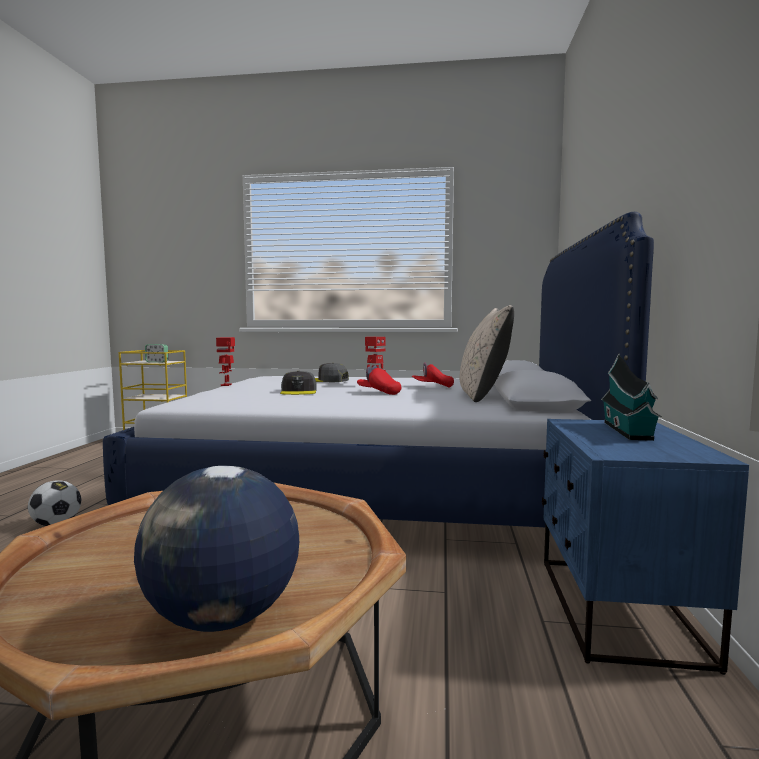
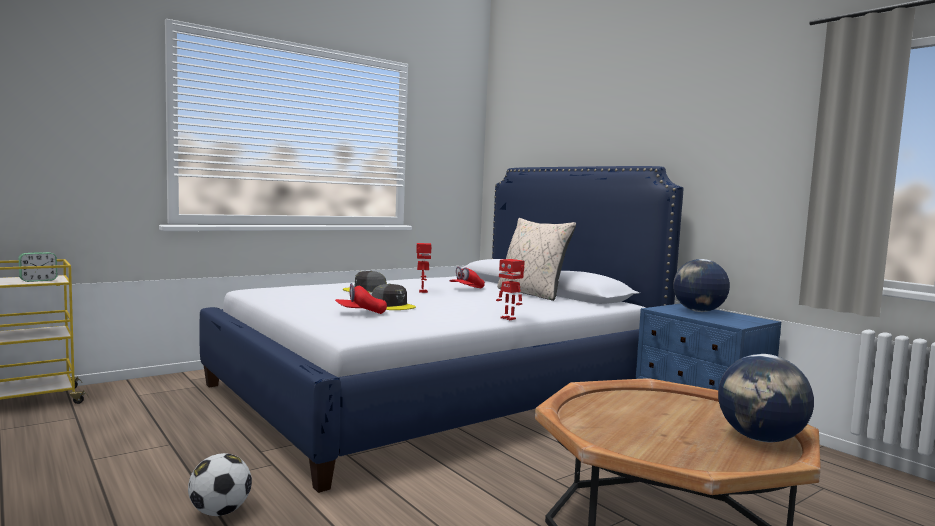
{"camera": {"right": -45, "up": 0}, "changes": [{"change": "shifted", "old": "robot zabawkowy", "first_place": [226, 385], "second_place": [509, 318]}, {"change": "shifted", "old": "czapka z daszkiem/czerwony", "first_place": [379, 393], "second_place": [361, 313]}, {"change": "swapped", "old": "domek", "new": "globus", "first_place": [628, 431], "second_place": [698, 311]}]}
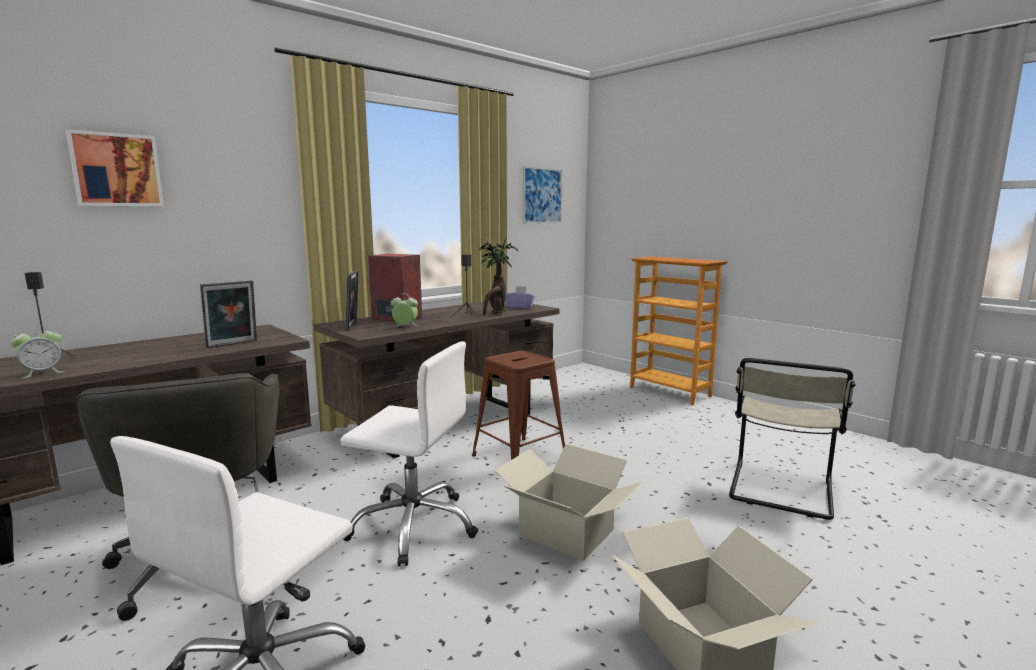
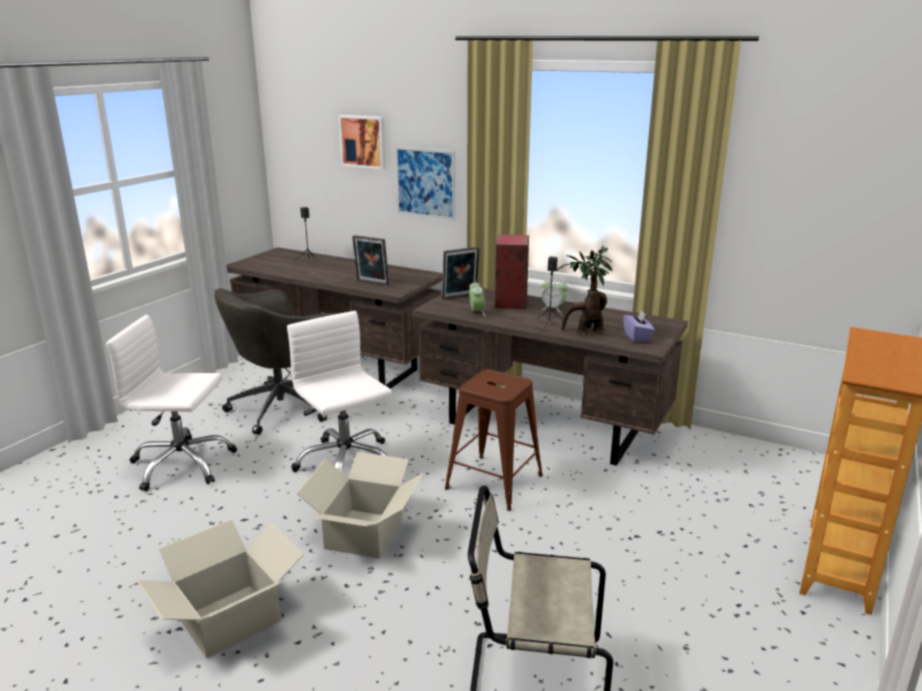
{"camera": {"right": 70, "up": 10}, "changes": [{"change": "shifted", "old": "budzik", "first_place": [42, 373], "second_place": [553, 309]}, {"change": "rotated", "old": "krzesło biurowe/biały", "first_place": [414, 526], "second_place": [345, 462], "degrees": 150}, {"change": "shifted", "old": "obraz", "first_place": [542, 195], "second_place": [425, 183]}]}
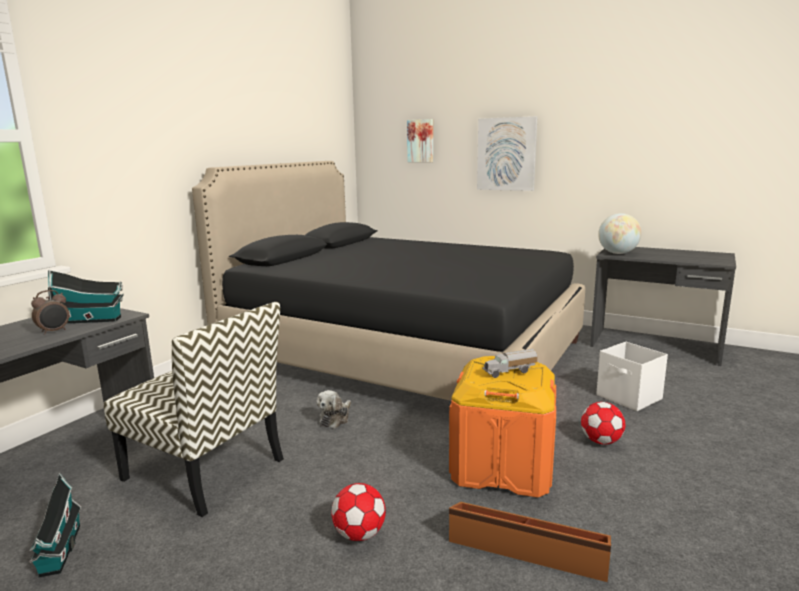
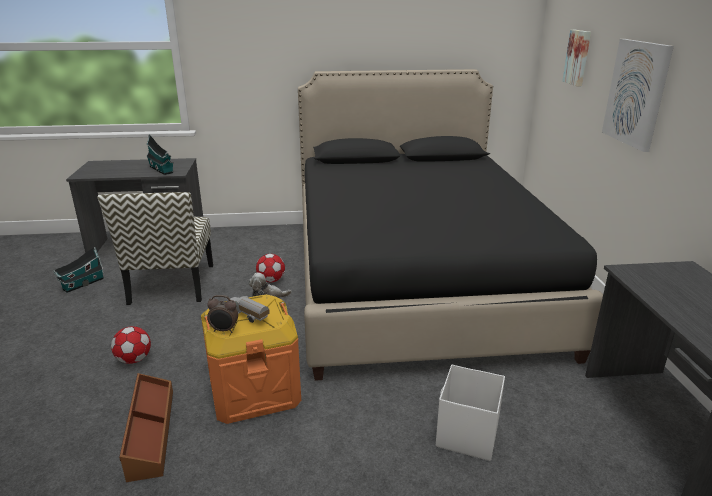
{"camera": {"right": 55, "up": 10}, "changes": [{"change": "shifted", "old": "budzik", "first_place": [54, 331], "second_place": [224, 330]}, {"change": "shifted", "old": "piłka futbolowa", "first_place": [601, 441], "second_place": [271, 280]}, {"change": "gone", "old": "globus", "first_place": [617, 253]}]}
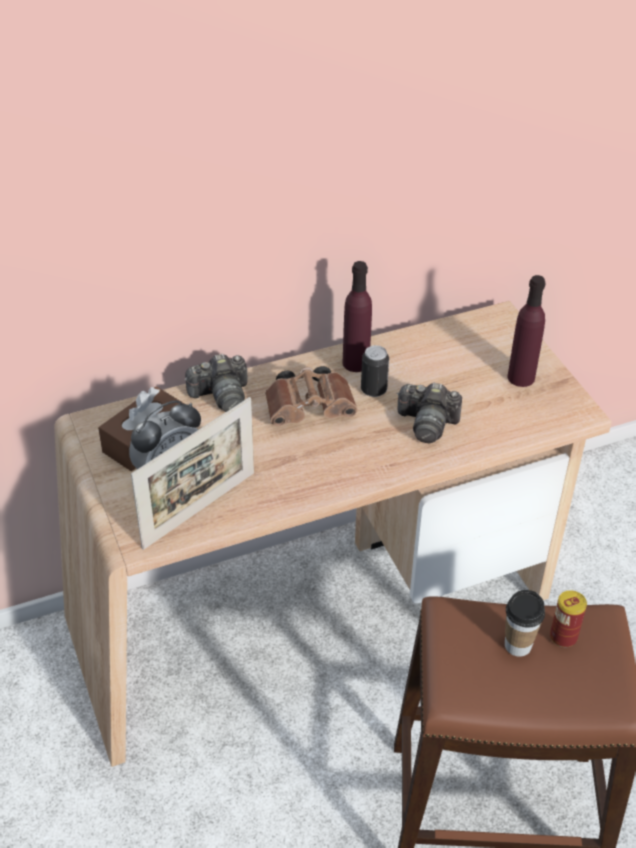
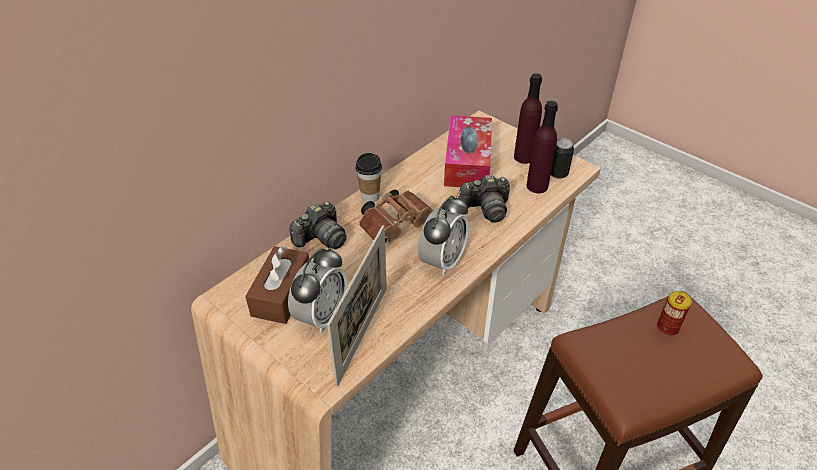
{"camera": {"right": -25, "up": 0}, "changes": [{"change": "shifted", "old": "butelka/fioletowy", "first_place": [355, 363], "second_place": [537, 186]}, {"change": "shifted", "old": "puszka", "first_place": [373, 390], "second_place": [558, 173]}, {"change": "shifted", "old": "filiżanka", "first_place": [517, 645], "second_place": [370, 197]}, {"change": "new", "new": "budzik", "second_place": [442, 261]}, {"change": "new", "new": "pudełko chusteczek", "second_place": [467, 162]}]}
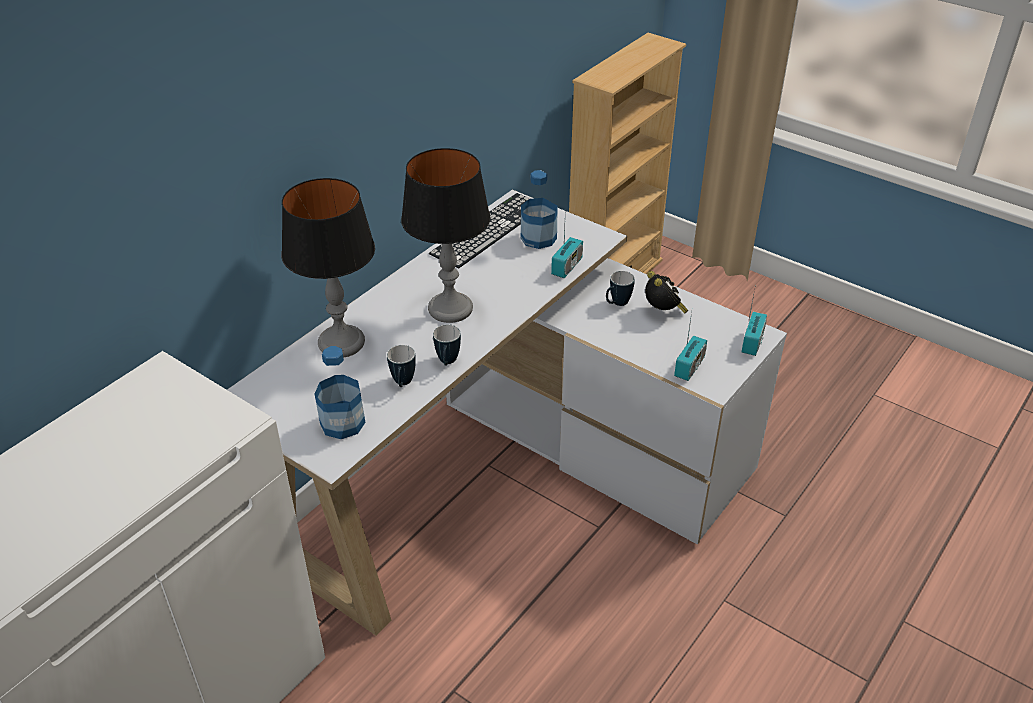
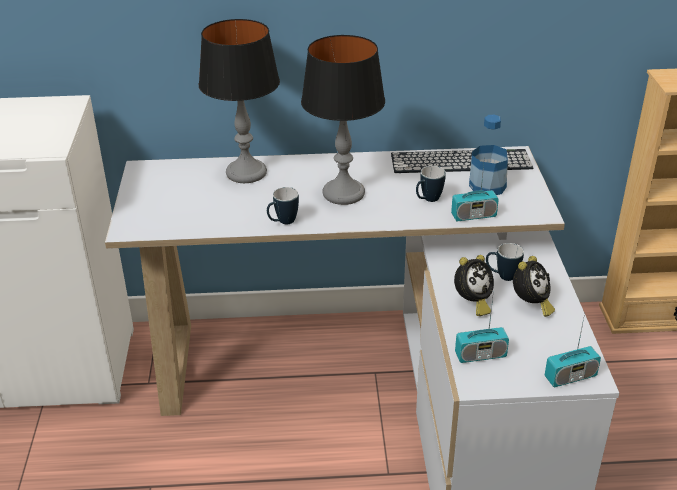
{"camera": {"right": 50, "up": -5}, "changes": [{"change": "gone", "old": "butelka", "first_place": [342, 423]}, {"change": "shifted", "old": "kubek", "first_place": [402, 384], "second_place": [428, 200]}, {"change": "new", "new": "budzik", "second_place": [472, 303]}]}
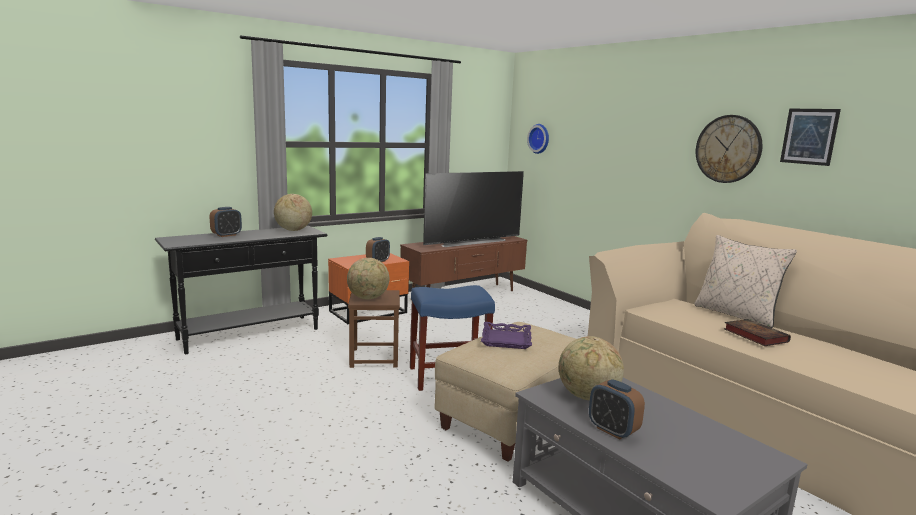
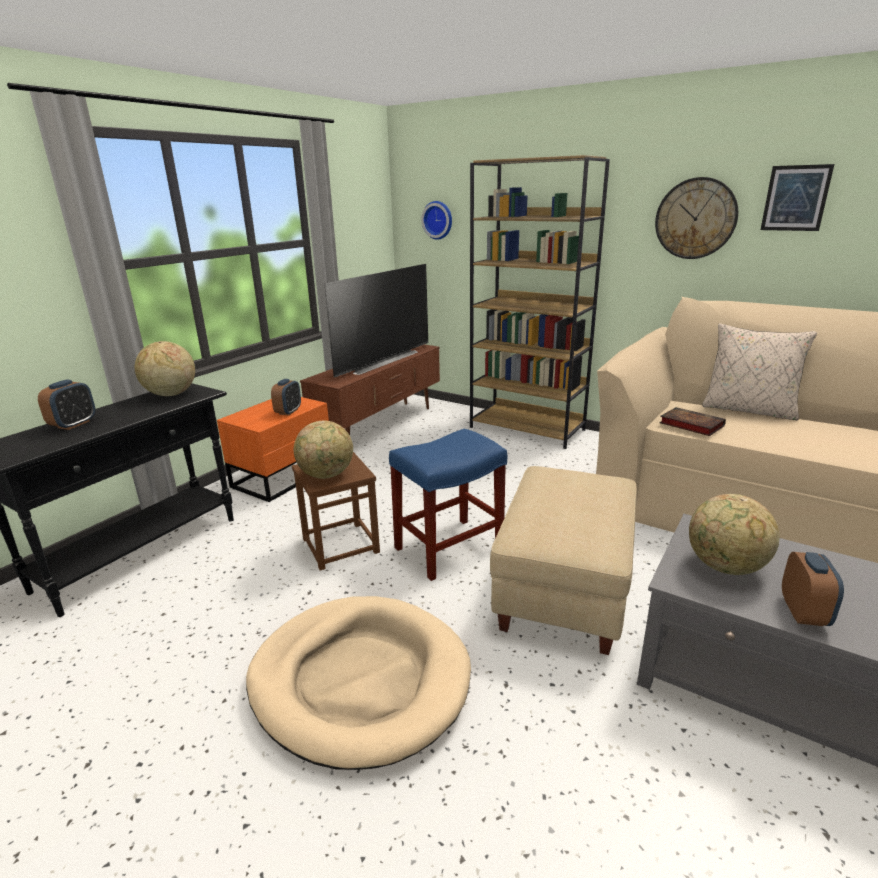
{"camera": {"right": -20, "up": 10}, "changes": [{"change": "gone", "old": "taca/fioletowy", "first_place": [506, 339]}, {"change": "rotated", "old": "budzik", "first_place": [613, 430], "second_place": [803, 613], "degrees": -105}, {"change": "shifted", "old": "książka", "first_place": [753, 335], "second_place": [689, 424]}, {"change": "new", "new": "legowisko/beżowy", "second_place": [360, 681]}, {"change": "new", "new": "regał/brązowy", "second_place": [527, 428]}]}
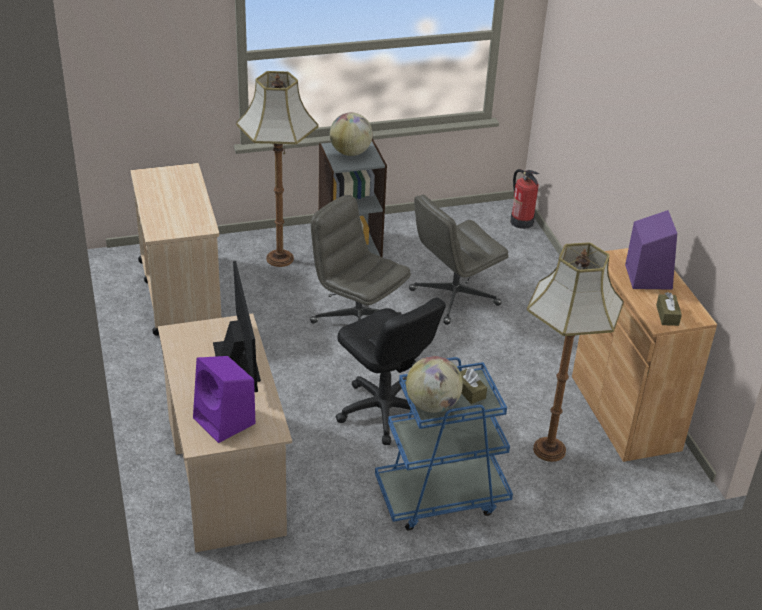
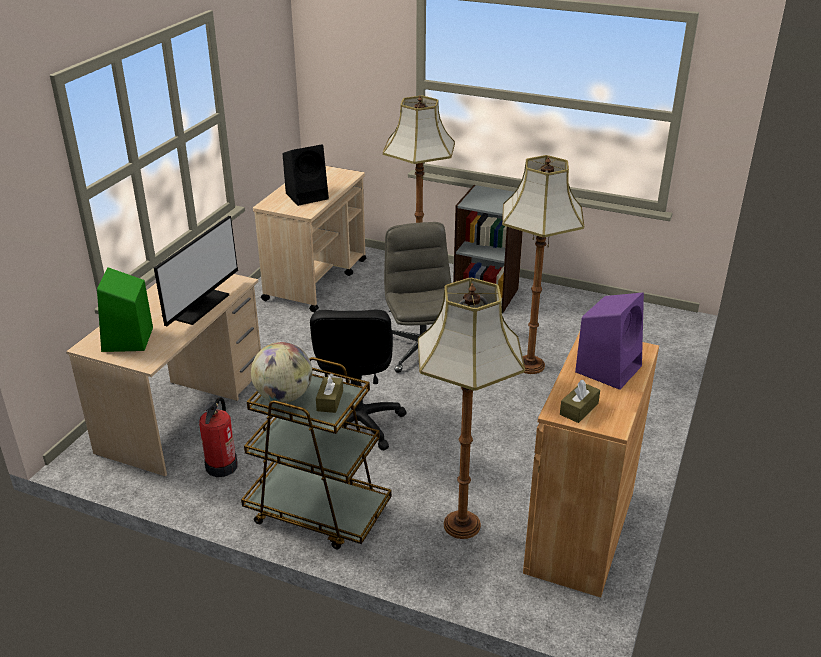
{"camera": {"right": 40, "up": -5}, "changes": [{"change": "repainted", "old": "głośnik/fioletowy", "new": "głośnik/zielony", "first_place": [225, 421], "second_place": [128, 340]}, {"change": "gone", "old": "globus", "first_place": [350, 152]}, {"change": "repainted", "old": "wózek/niebieski", "new": "wózek/brązowy", "first_place": [441, 496], "second_place": [317, 512]}, {"change": "swapped", "old": "krzesło biurowe/szary", "new": "lampa stojąca", "first_place": [453, 298], "second_place": [528, 365]}, {"change": "shifted", "old": "gaśnica", "first_place": [521, 221], "second_place": [222, 465]}, {"change": "new", "new": "głośnik/czarny", "second_place": [308, 196]}]}
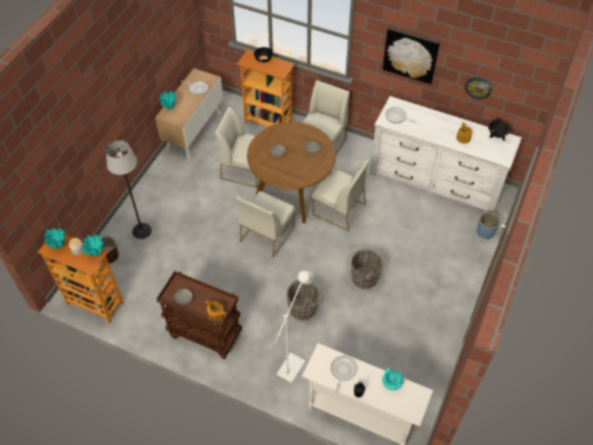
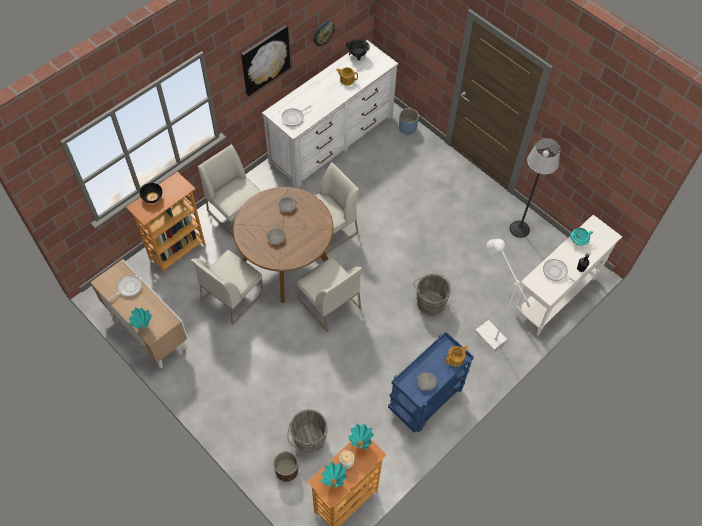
{"camera": {"right": -70, "up": 5}, "changes": [{"change": "shifted", "old": "lampa stojąca", "first_place": [141, 230], "second_place": [519, 229]}, {"change": "repainted", "old": "wózek/brązowy", "new": "wózek/niebieski", "first_place": [204, 334], "second_place": [425, 400]}, {"change": "shifted", "old": "wiadro/szary", "first_place": [362, 278], "second_place": [309, 440]}]}
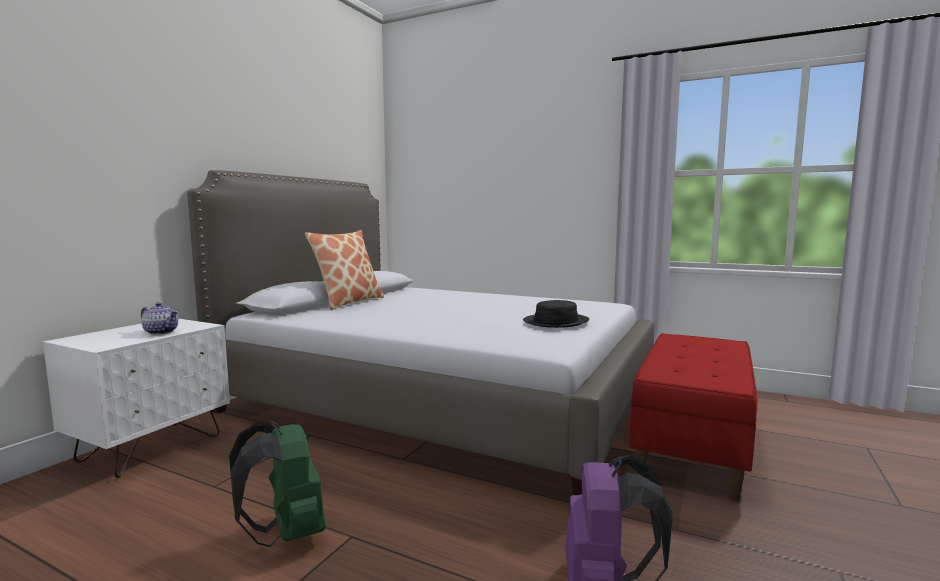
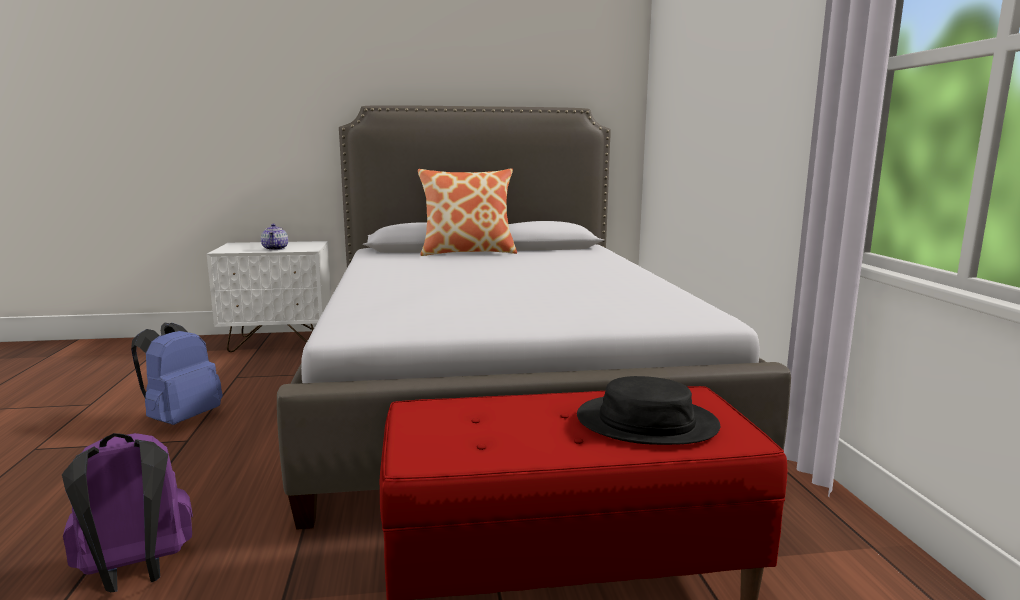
{"camera": {"right": 55, "up": 5}, "changes": [{"change": "repainted", "old": "plecak/zielony", "new": "plecak/niebieski", "first_place": [286, 533], "second_place": [181, 419]}, {"change": "shifted", "old": "kapelusz/czarny", "first_place": [555, 321], "second_place": [646, 422]}]}
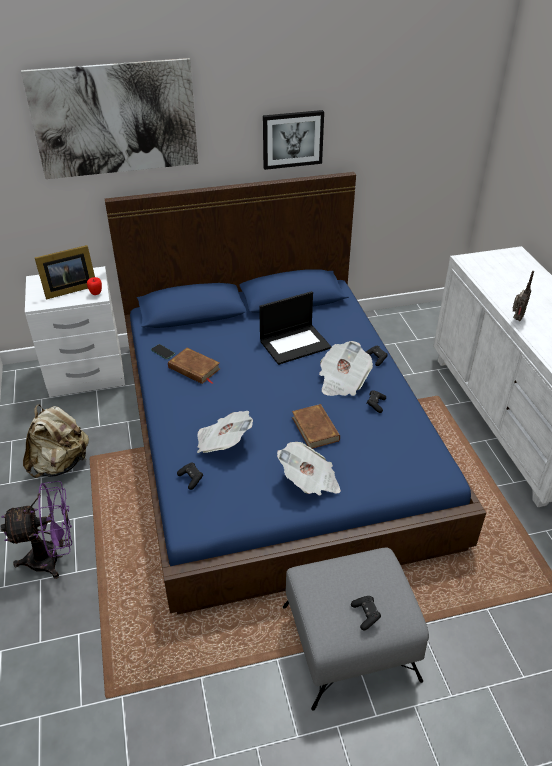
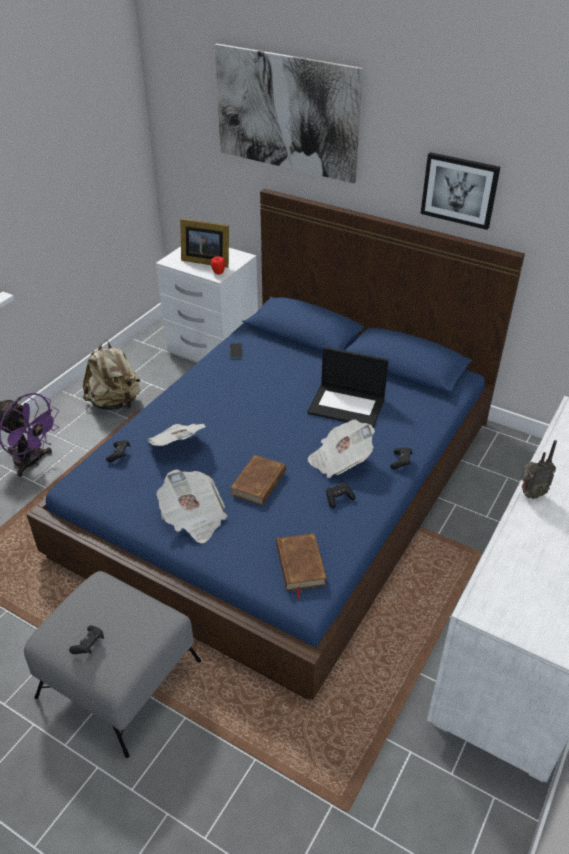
{"camera": {"right": 45, "up": 0}, "changes": [{"change": "shifted", "old": "książka/brązowy", "first_place": [194, 369], "second_place": [300, 565]}]}
